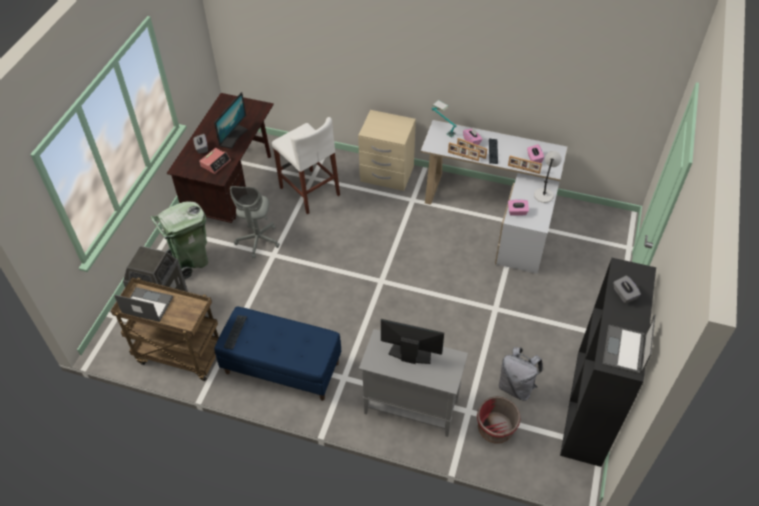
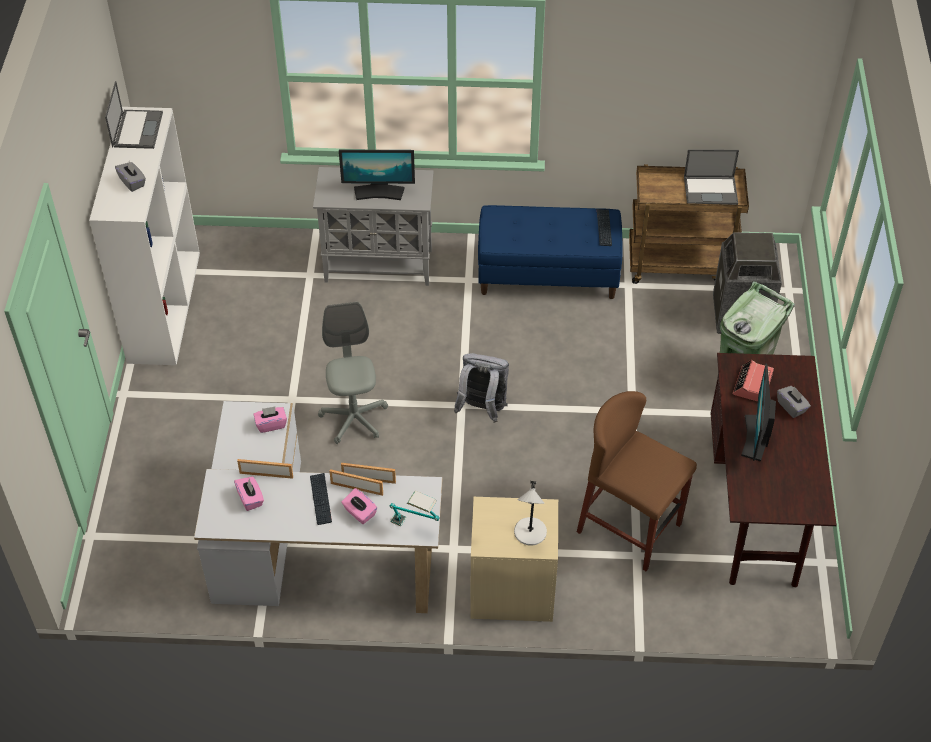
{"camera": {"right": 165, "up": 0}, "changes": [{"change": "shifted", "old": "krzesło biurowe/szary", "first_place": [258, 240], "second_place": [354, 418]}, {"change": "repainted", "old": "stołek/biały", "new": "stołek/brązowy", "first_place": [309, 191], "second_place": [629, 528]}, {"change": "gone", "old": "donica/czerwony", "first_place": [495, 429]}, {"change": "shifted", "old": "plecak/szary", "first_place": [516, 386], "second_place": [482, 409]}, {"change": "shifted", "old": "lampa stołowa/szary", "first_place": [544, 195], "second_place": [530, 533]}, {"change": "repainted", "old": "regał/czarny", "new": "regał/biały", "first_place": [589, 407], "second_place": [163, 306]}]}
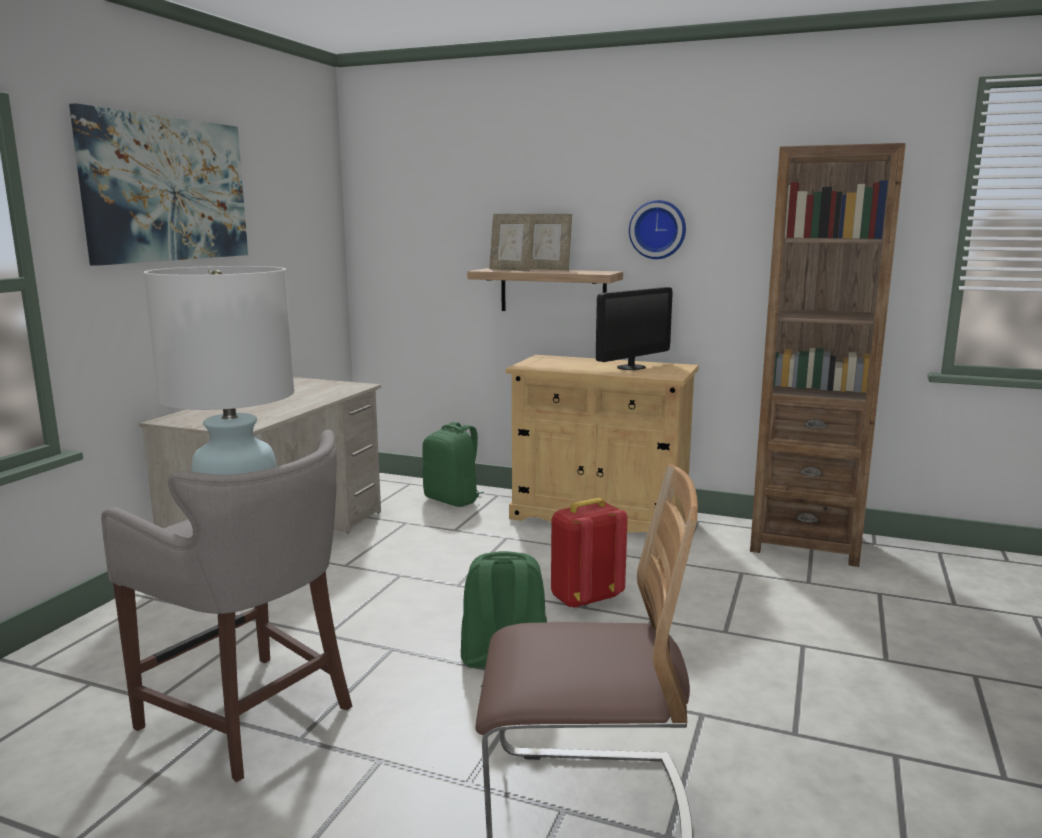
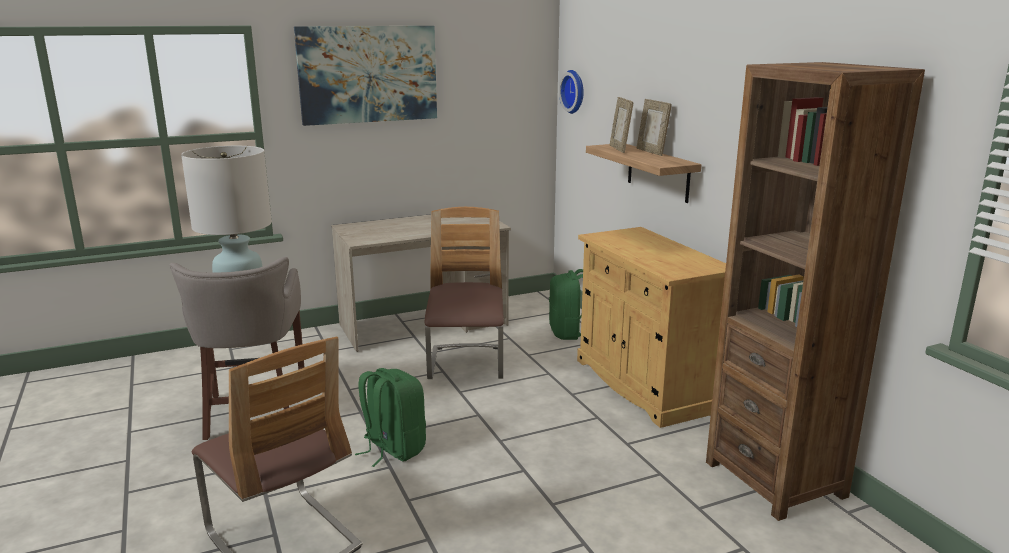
{"camera": {"right": 45, "up": 5}, "changes": [{"change": "gone", "old": "plecak/czerwony", "first_place": [585, 598]}, {"change": "gone", "old": "monitor", "first_place": [631, 367]}, {"change": "shifted", "old": "zegar ścienny", "first_place": [658, 229], "second_place": [574, 91]}, {"change": "new", "new": "krzesło", "second_place": [466, 365]}]}
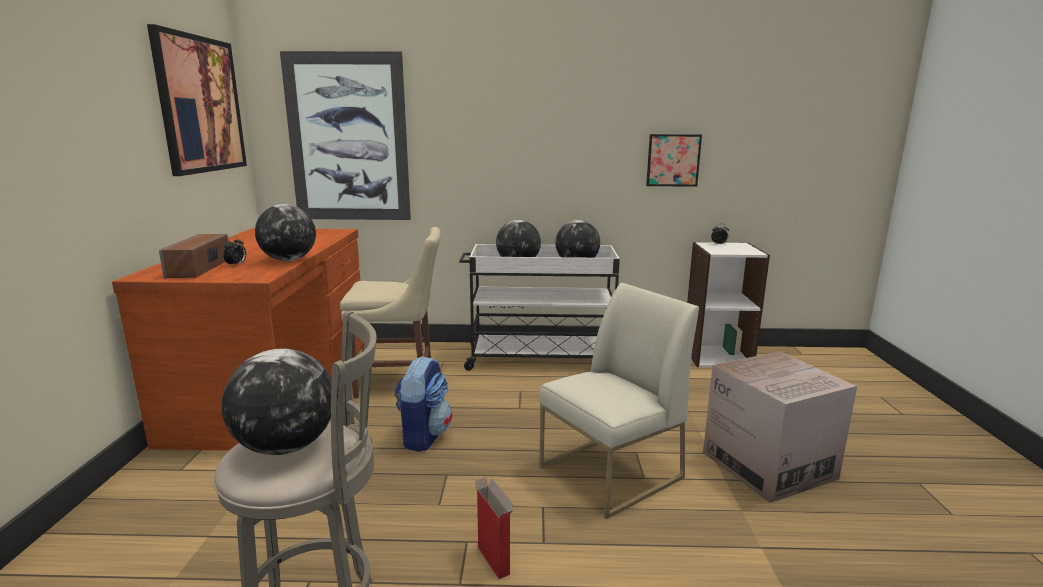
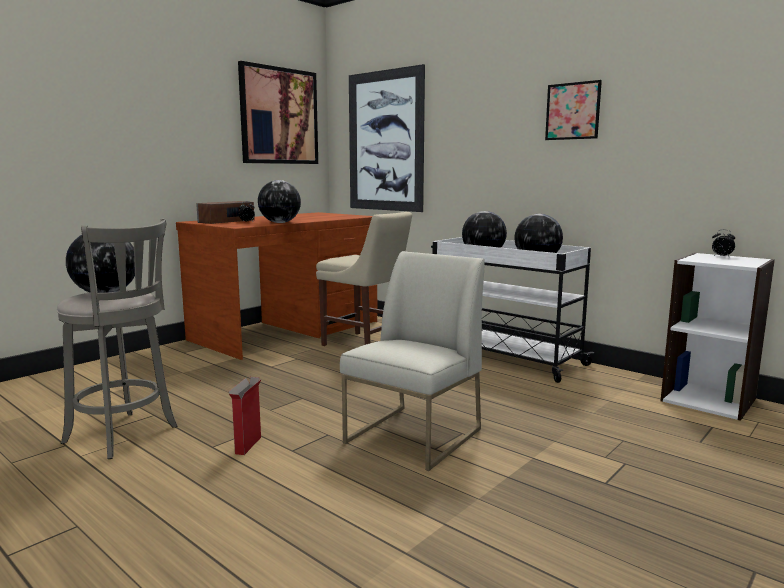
{"camera": {"right": 40, "up": -5}, "changes": [{"change": "gone", "old": "plecak", "first_place": [423, 436]}, {"change": "rotated", "old": "krzesło/biały", "first_place": [610, 473], "second_place": [414, 436], "degrees": -60}, {"change": "shifted", "old": "obraz", "first_place": [673, 160], "second_place": [572, 111]}, {"change": "gone", "old": "karton", "first_place": [768, 465]}]}
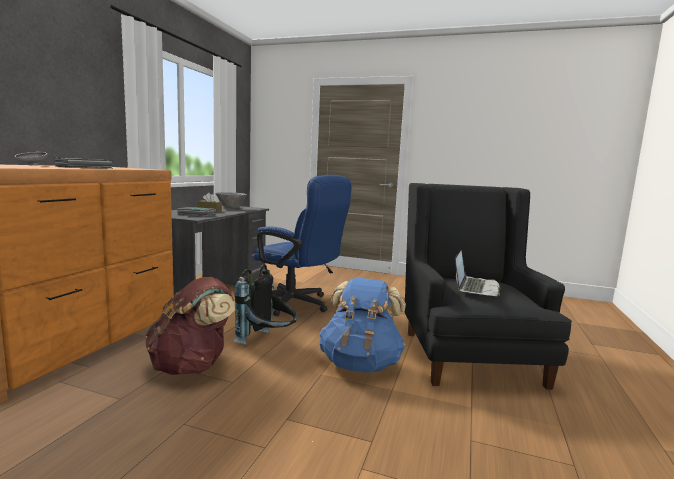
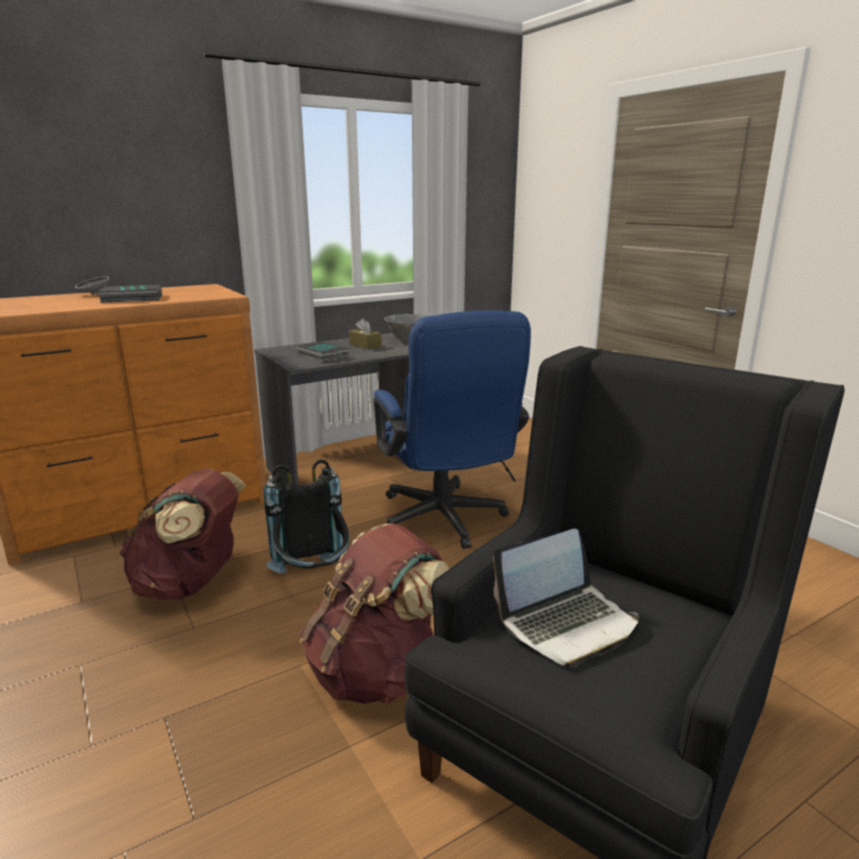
{"camera": {"right": 40, "up": 10}, "changes": [{"change": "repainted", "old": "plecak/niebieski", "new": "plecak/brązowy", "first_place": [360, 363], "second_place": [377, 672]}]}
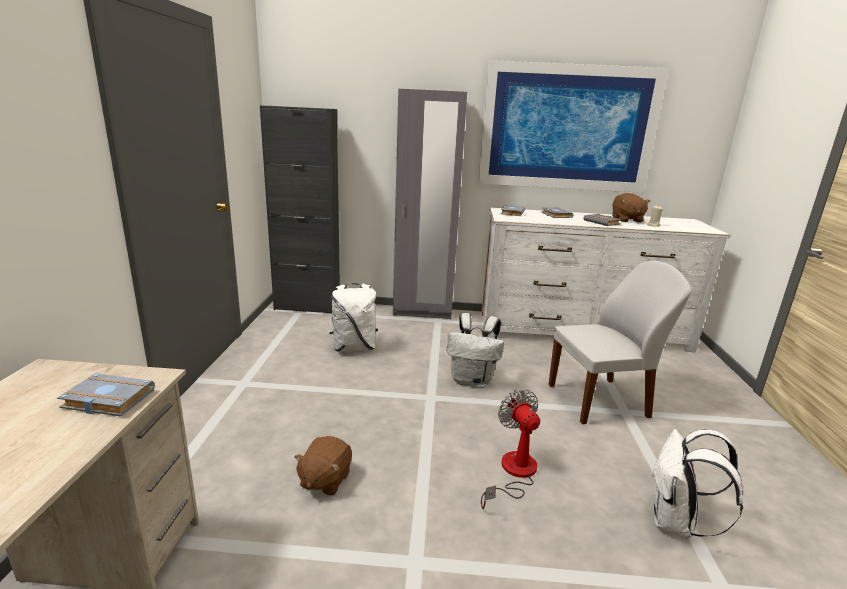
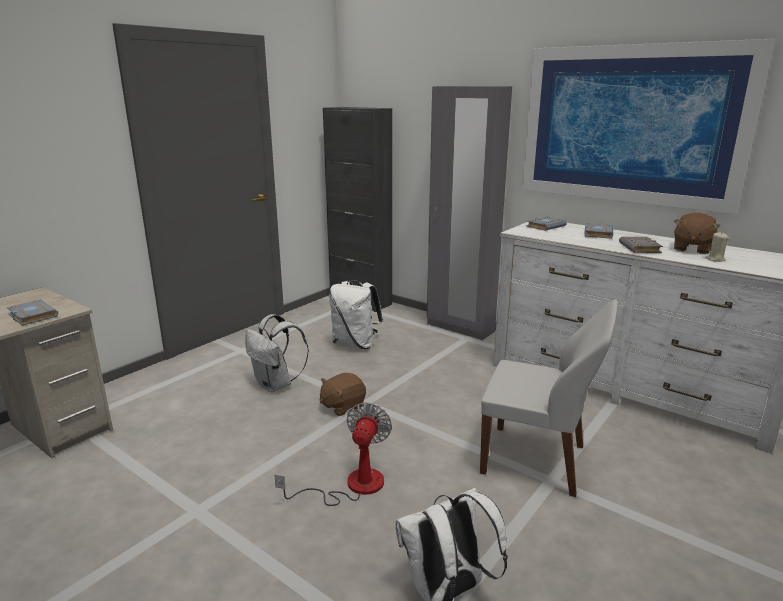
{"camera": {"right": 35, "up": 0}, "changes": [{"change": "shifted", "old": "pluszak/brązowy", "first_place": [324, 480], "second_place": [342, 406]}, {"change": "shifted", "old": "plecak/biały", "first_place": [472, 380], "second_place": [276, 385]}]}
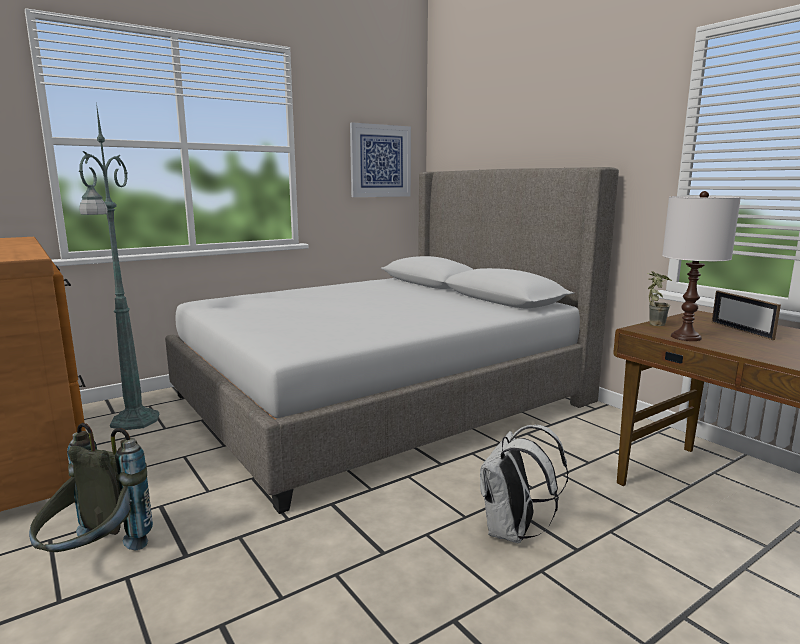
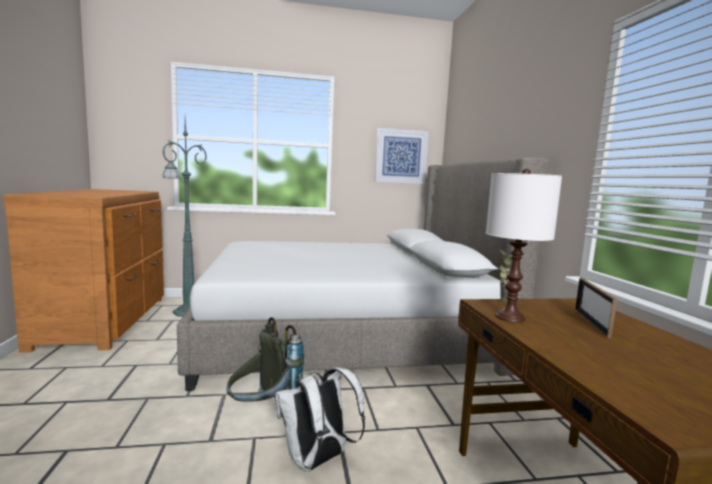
{"camera": {"right": 25, "up": -5}, "changes": [{"change": "shifted", "old": "plecak/szary", "first_place": [94, 560], "second_place": [263, 413]}]}
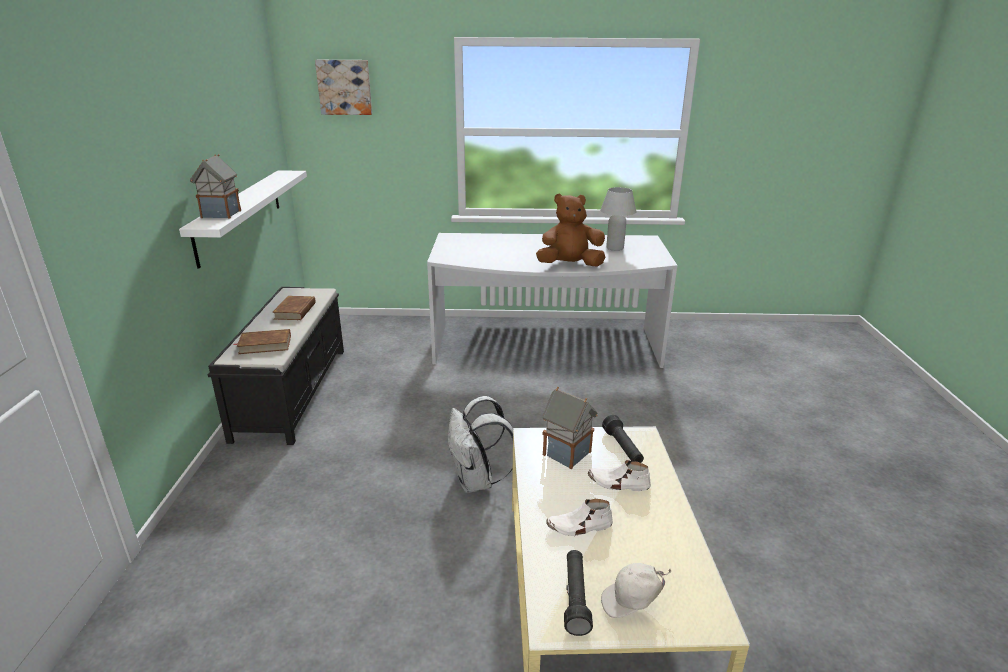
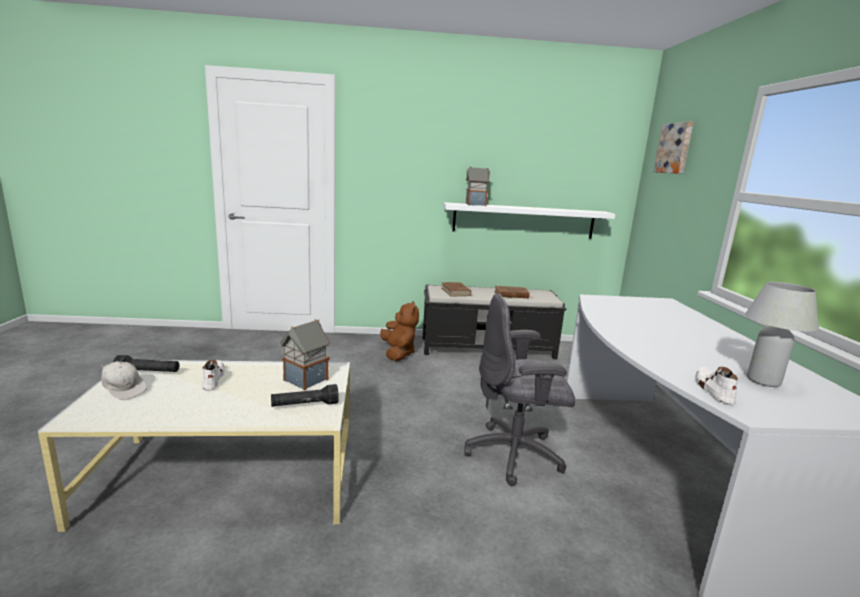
{"camera": {"right": 85, "up": -10}, "changes": [{"change": "gone", "old": "plecak/biały", "first_place": [477, 481]}, {"change": "shifted", "old": "pluszak/brązowy", "first_place": [570, 265], "second_place": [398, 353]}, {"change": "shifted", "old": "but/biały", "first_place": [618, 483], "second_place": [713, 390]}, {"change": "rotated", "old": "czapka z daszkiem/biały", "first_place": [632, 603], "second_place": [124, 390], "degrees": 135}, {"change": "new", "new": "krzesło biurowe/szary", "second_place": [515, 454]}]}
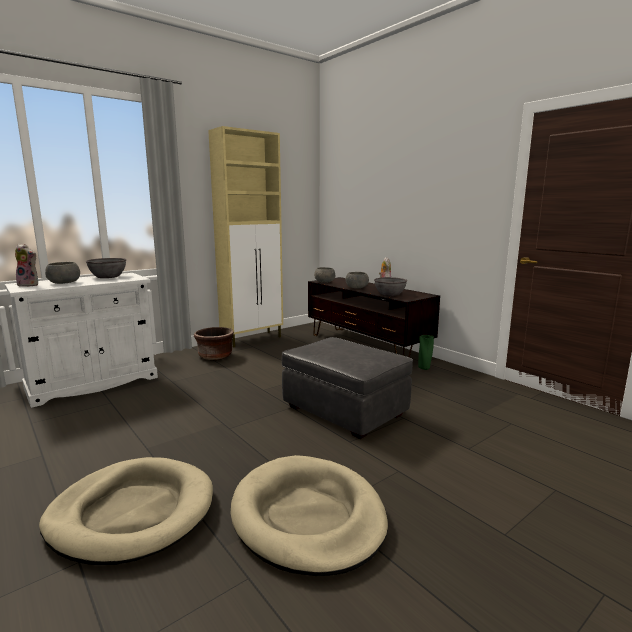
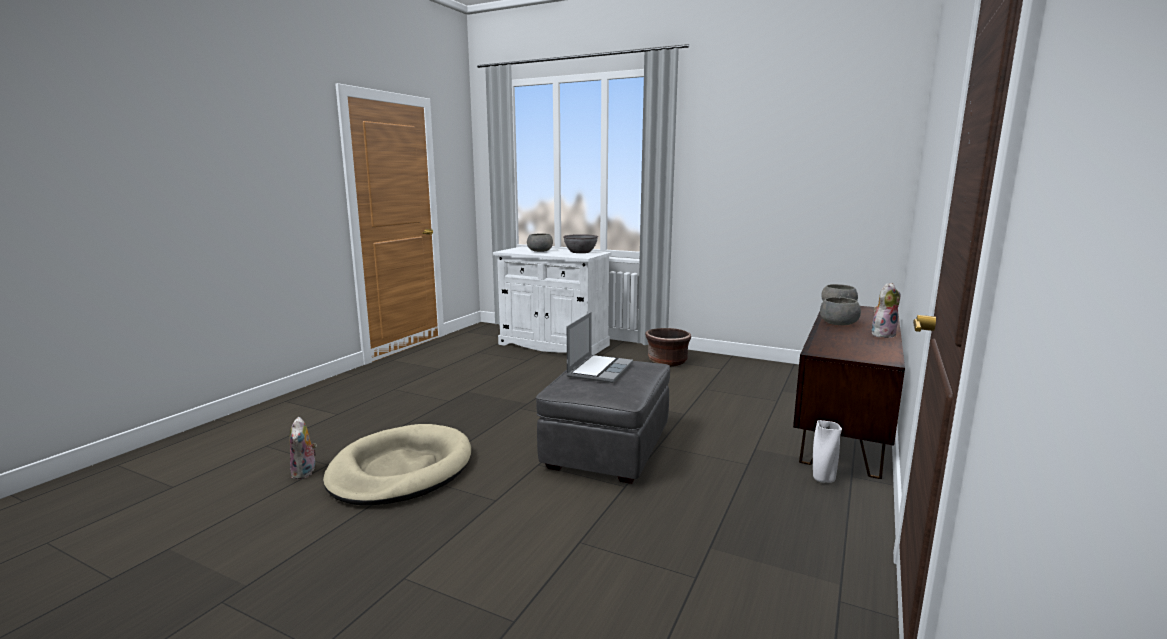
{"camera": {"right": 65, "up": 0}, "changes": [{"change": "shifted", "old": "pluszak", "first_place": [30, 285], "second_place": [305, 473]}, {"change": "gone", "old": "legowisko/beżowy", "first_place": [132, 513]}, {"change": "gone", "old": "szafka/beżowy", "first_place": [253, 339]}, {"change": "gone", "old": "miska/szary", "first_place": [389, 294]}, {"change": "repainted", "old": "wazon/zielony", "new": "wazon/biały", "first_place": [424, 368], "second_place": [822, 479]}, {"change": "new", "new": "laptop", "second_place": [599, 370]}]}
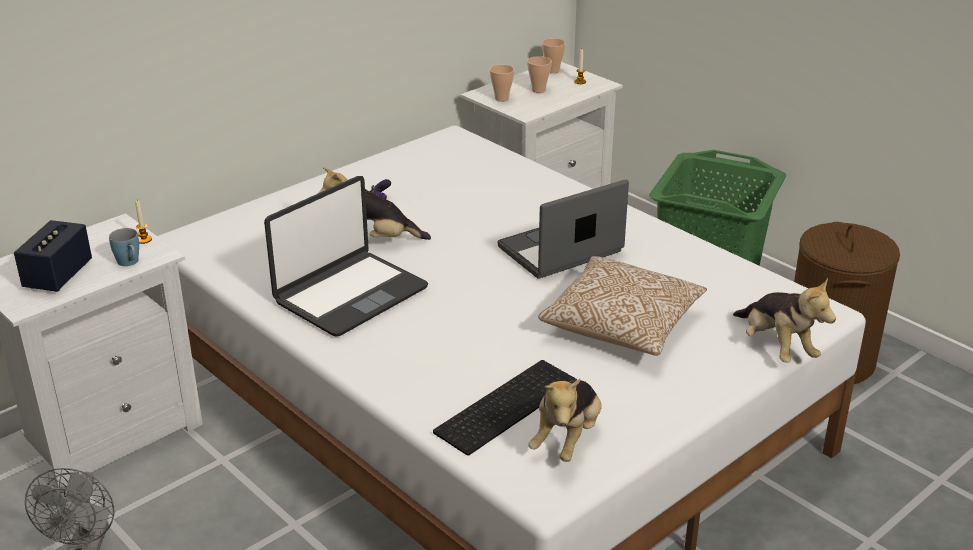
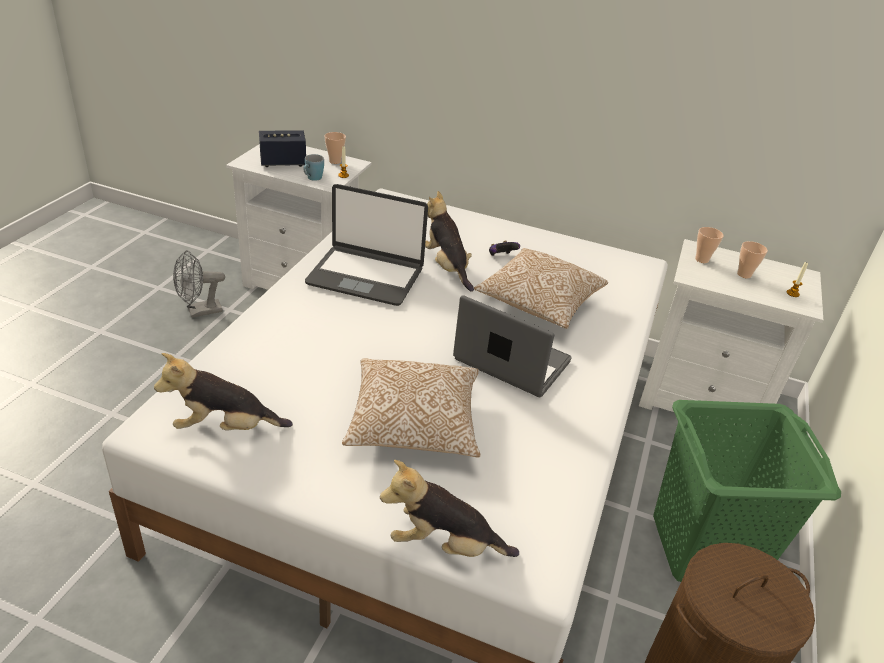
{"camera": {"right": 60, "up": 5}, "changes": [{"change": "gone", "old": "klawiatura", "first_place": [505, 404]}, {"change": "shifted", "old": "filiżanka", "first_place": [552, 71], "second_place": [335, 161]}, {"change": "rotated", "old": "pluszak", "first_place": [776, 347], "second_place": [444, 545], "degrees": 60}, {"change": "new", "new": "poduszka", "second_place": [538, 303]}]}
